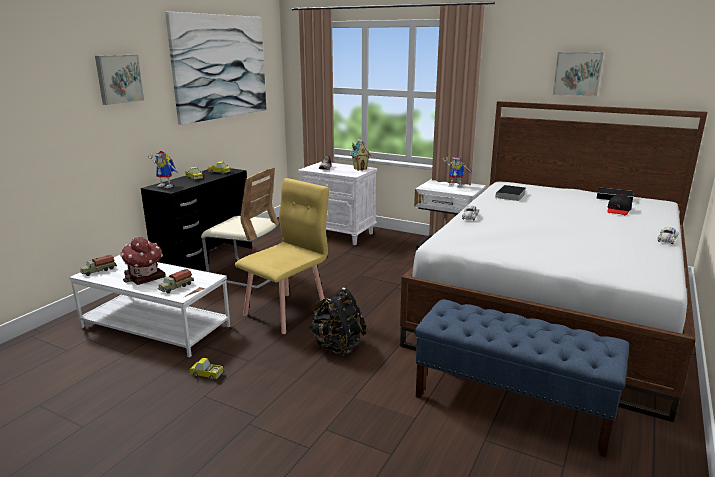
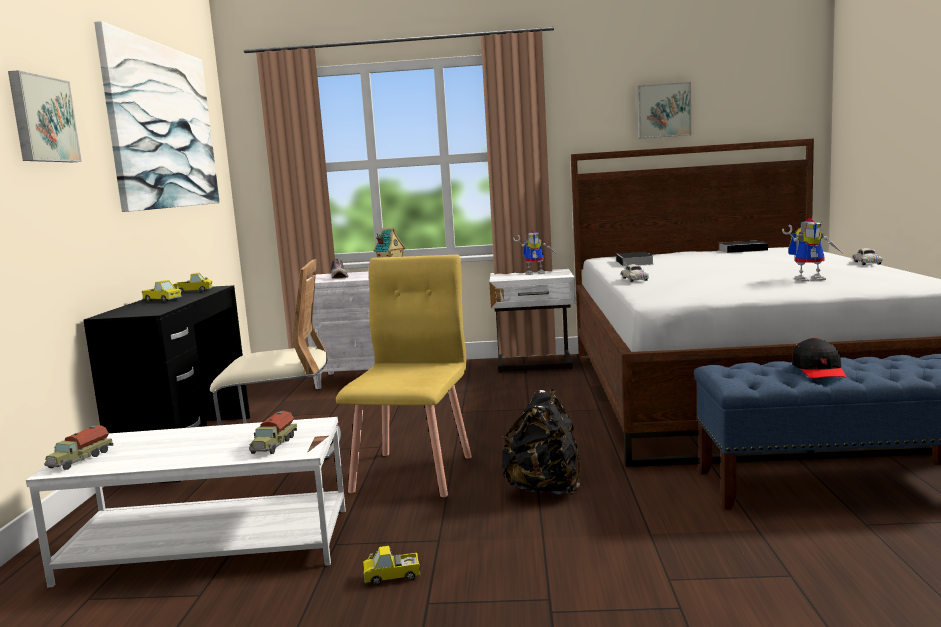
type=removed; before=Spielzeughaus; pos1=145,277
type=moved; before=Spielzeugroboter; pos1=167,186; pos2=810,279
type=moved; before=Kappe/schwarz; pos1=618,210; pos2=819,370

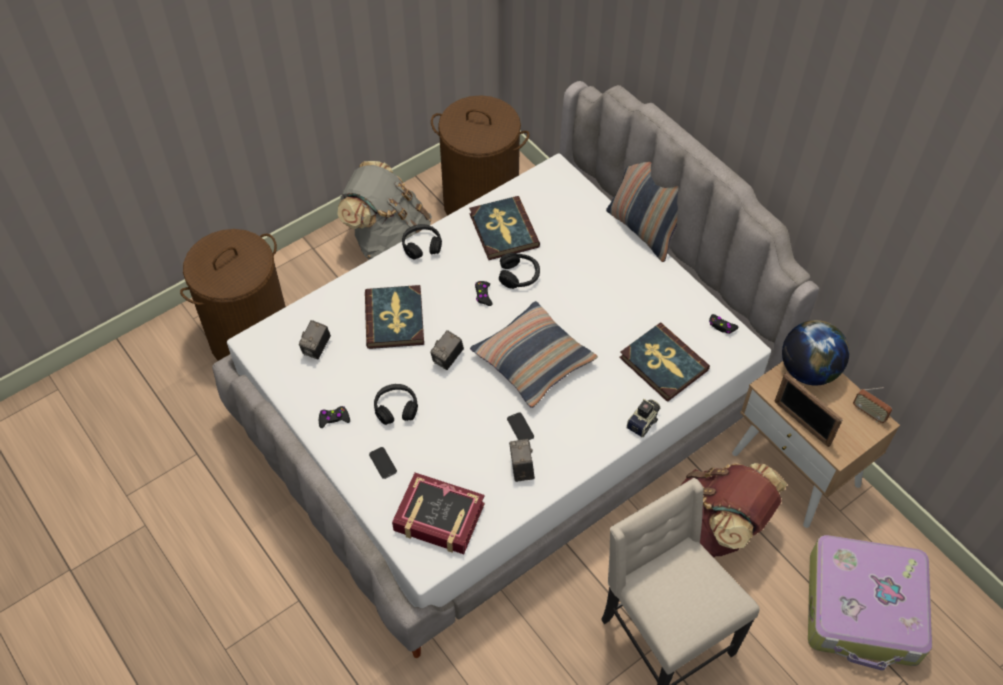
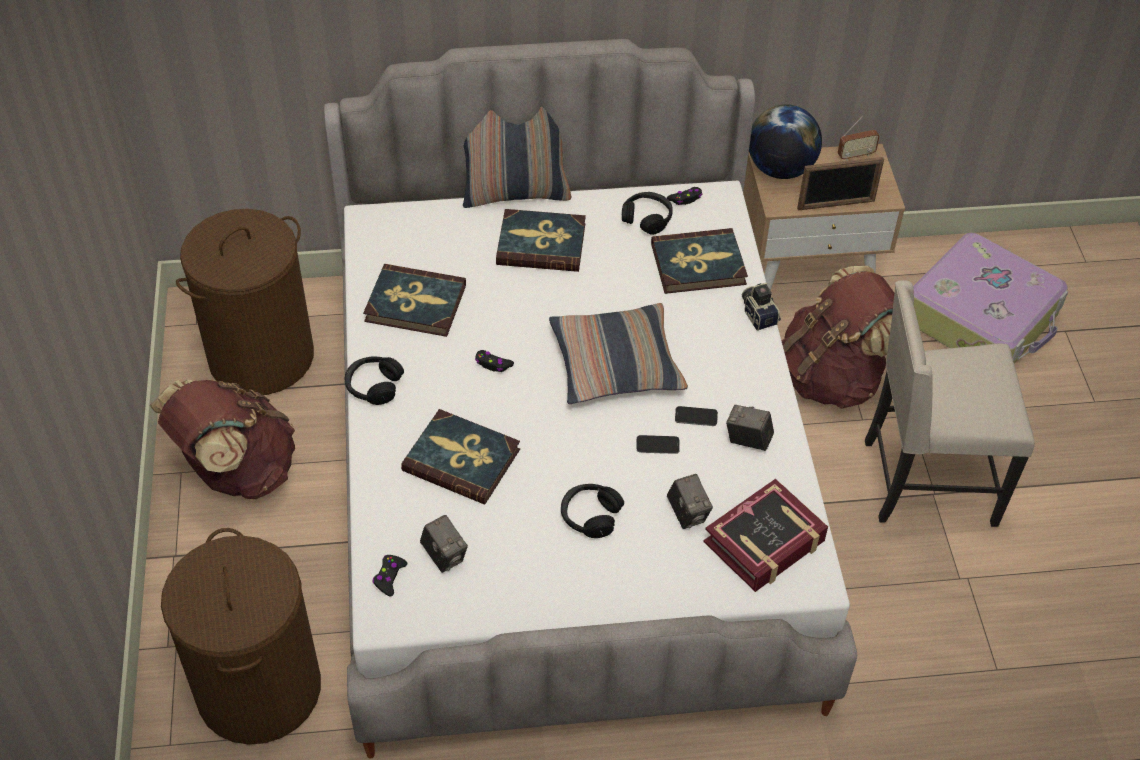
type=added; after=Buch; pos2=541,244
type=moved; before=Gamepad/schwarz; pos1=334,419; pos2=389,577
type=moved; before=Handy; pos1=383,463; pos2=657,445
type=moved; before=Kamera; pos1=447,359; pos2=687,513
type=moved; before=Kopfhörer/schwarz; pos1=519,275; pos2=647,218
type=recoloured; before=Rucksack/grau; after=Rucksack/braun; pos1=389,241; pos2=237,471

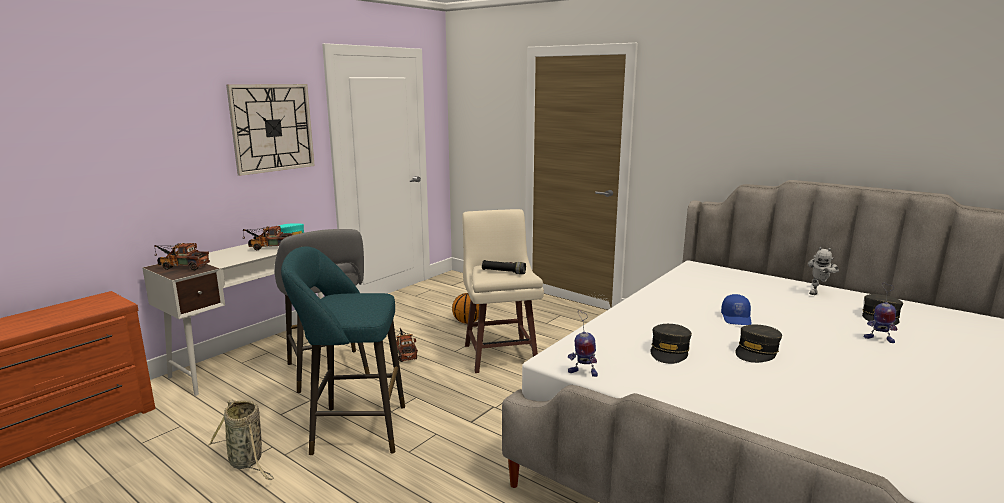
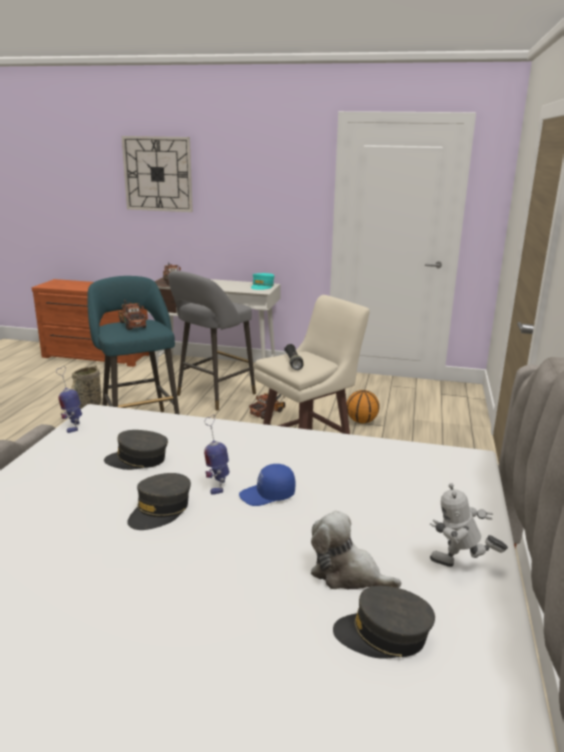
type=added; after=Plüschtier; pos2=347,574
type=moved; before=Wanduhr; pos1=272,128; pos2=158,174
type=moved; before=Spielzeuglaster; pos1=268,247; pos2=131,324
type=moved; before=Spielzeugroboter; pos1=878,339; pos2=217,485
type=turned; before=Kappe/grau; pos1=756,352; pos2=160,510; turn=-75

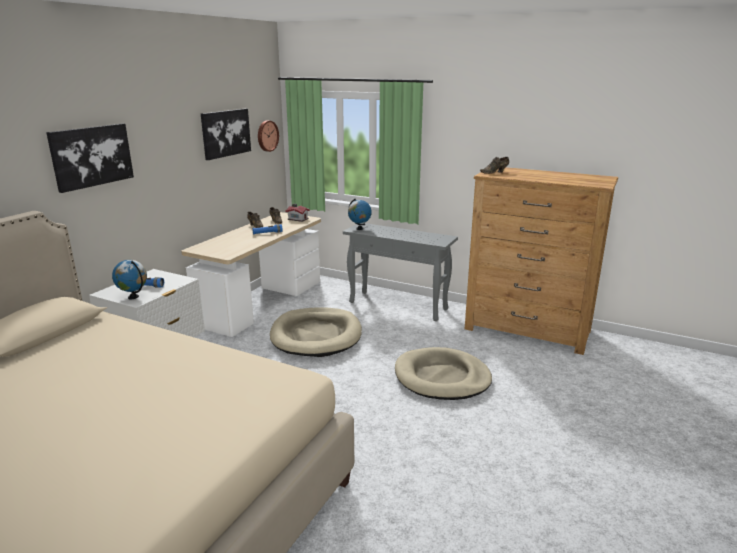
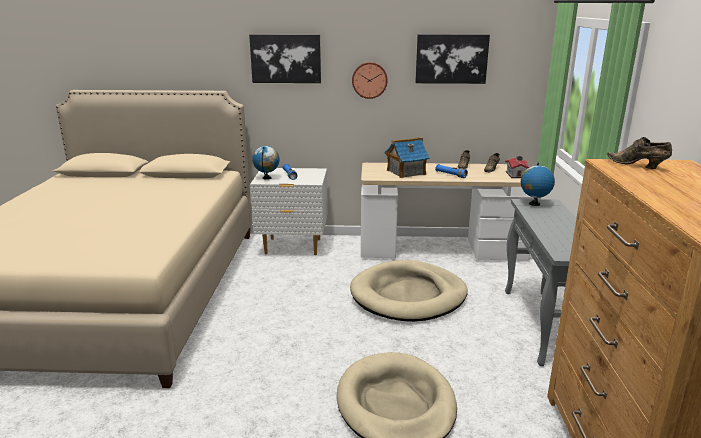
type=added; after=Spielzeughaus; pos2=405,172
type=moved; before=Wanduhr; pos1=267,136; pos2=369,80

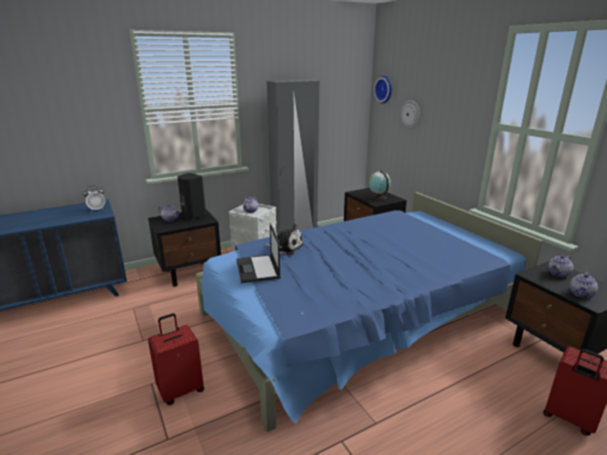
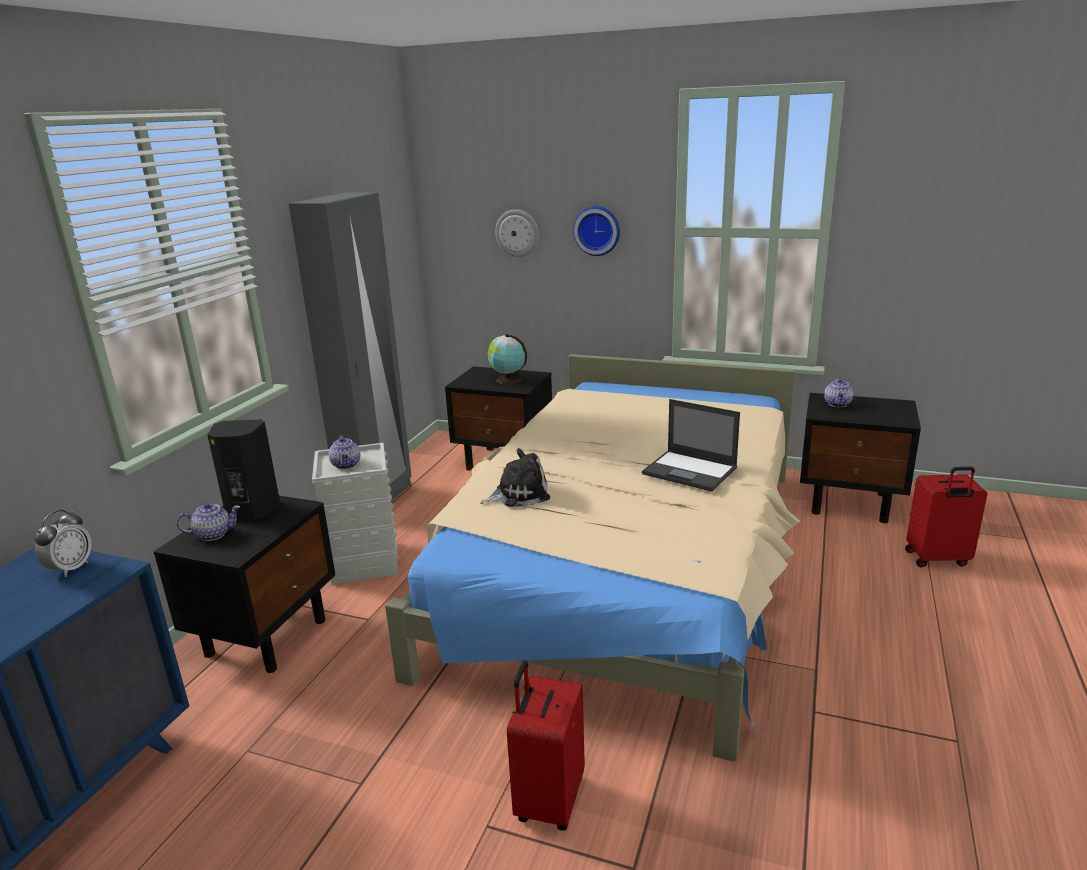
type=removed; before=Teekanne; pos1=581,294
type=moved; before=Laptop; pos1=258,269; pos2=690,471
type=moved; before=Wanduhr; pos1=384,89; pos2=597,230
type=recoloured; before=Bett/blau; after=Bett/beige; pos1=358,316; pos2=628,564

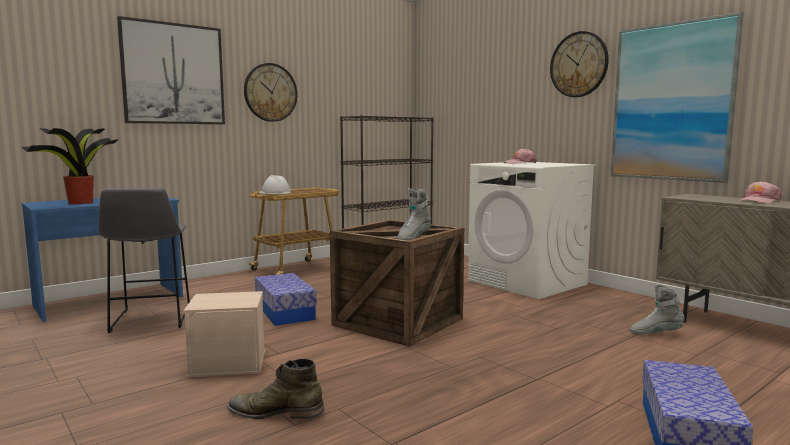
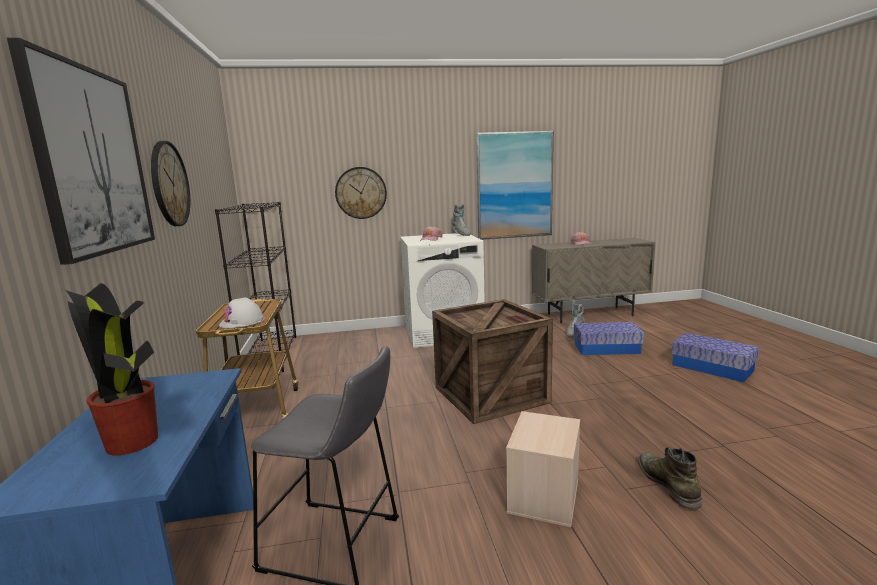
type=moved; before=Aufbewahrungsbox; pos1=285,311; pos2=606,348
type=moved; before=Stiefel/grau; pos1=413,238; pos2=461,234
type=moved; before=Wanduhr; pos1=579,64; pos2=361,193
type=turned; before=Stiefel/grün; pos1=276,412; pos2=667,483; turn=135

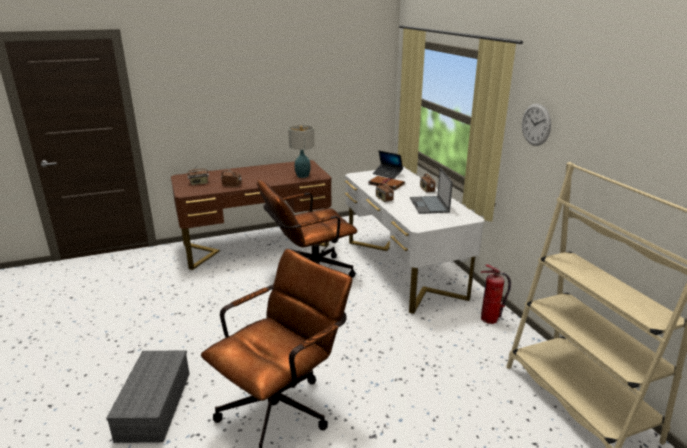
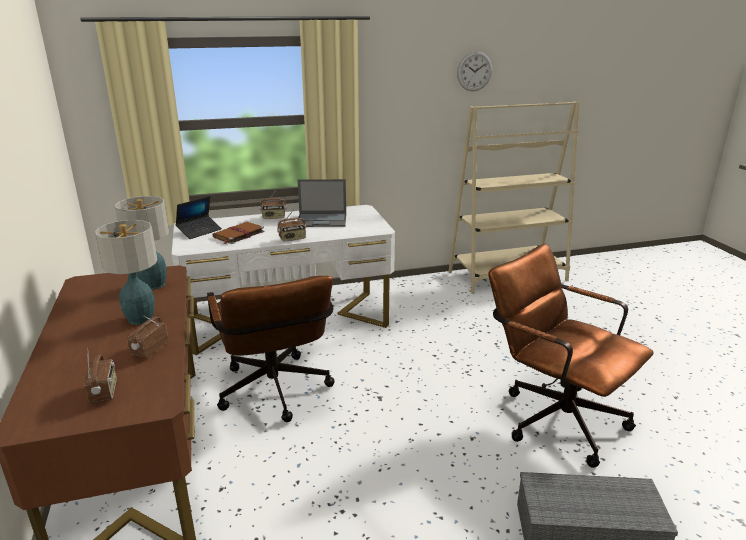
type=removed; before=Feuerlöscher; pos1=489,319
type=added; after=Tischlampe; pos2=139,319
type=moved; before=Wanduhr; pos1=536,124; pos2=474,71

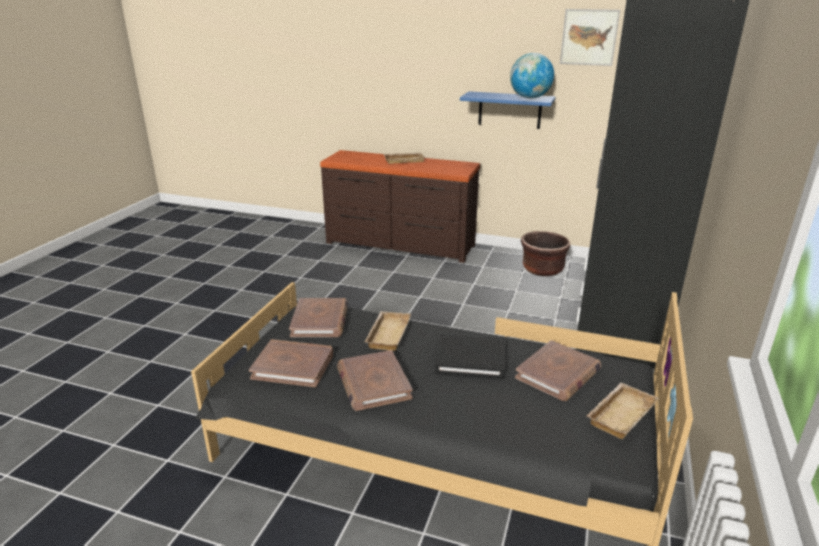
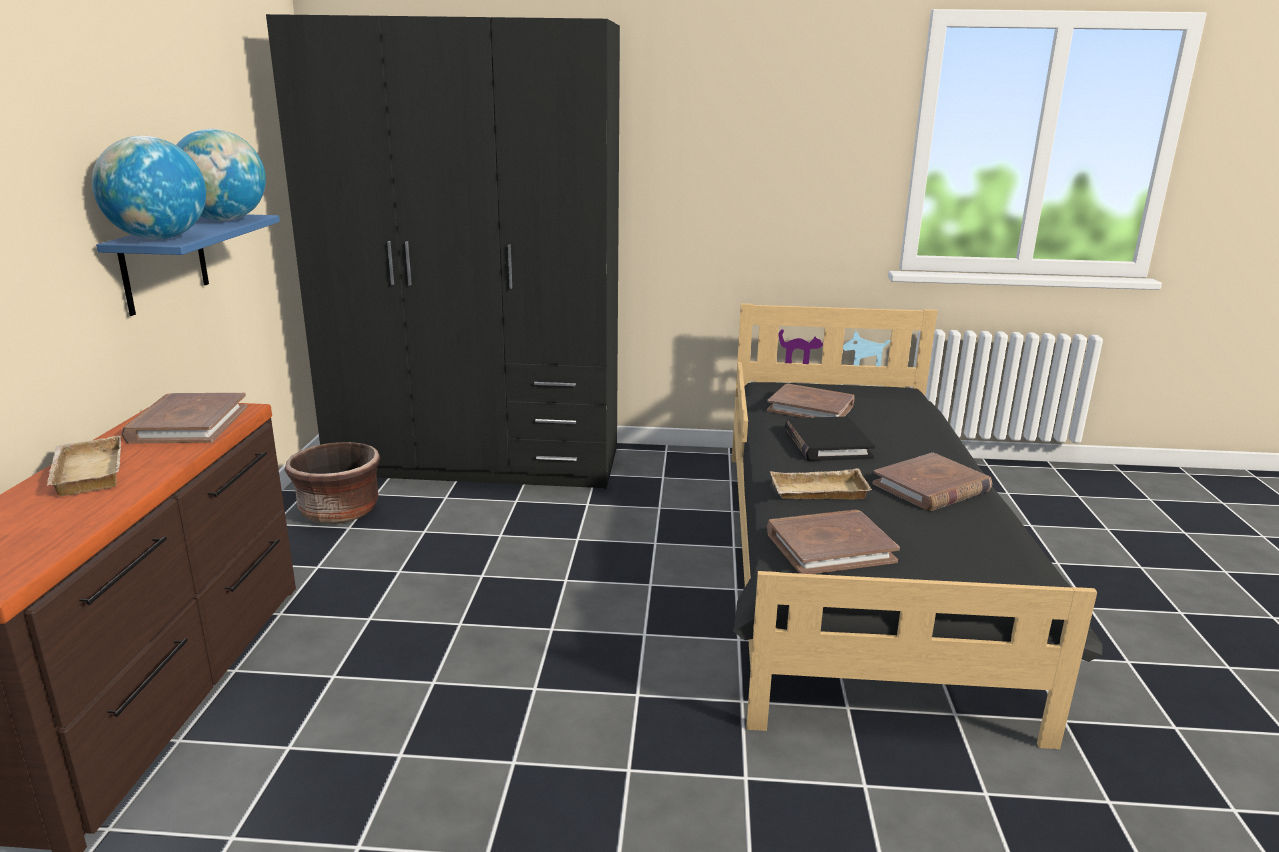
type=removed; before=Bild; pos1=589,37
type=removed; before=Tablett/beige; pos1=619,413
type=added; after=Globus; pos2=159,238
type=moved; before=Buch/braun; pos1=293,366; pos2=188,424

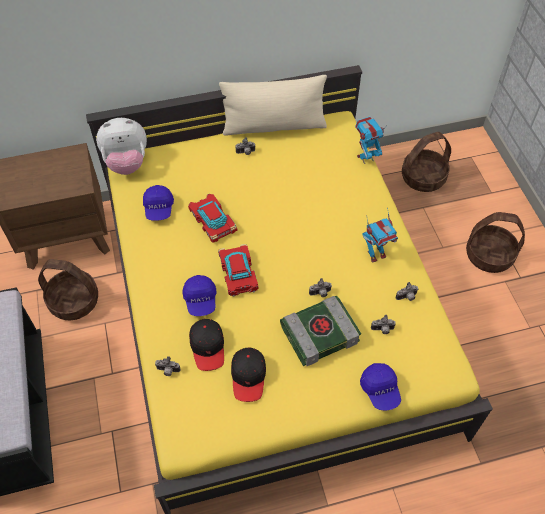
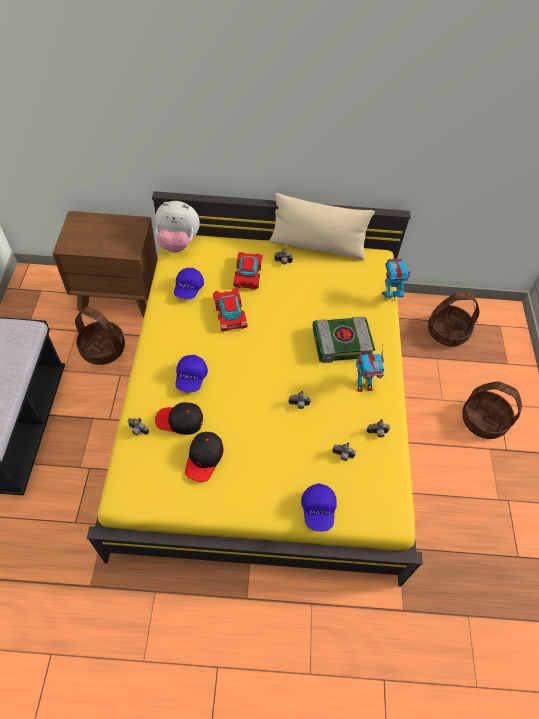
type=moved; before=Spielzeugauto; pos1=237,273; pos2=247,273
type=moved; before=Buch; pos1=320,333; pos2=342,342
type=turned; before=Kappe/schwarz; pos1=208,347; pos2=180,421; turn=90

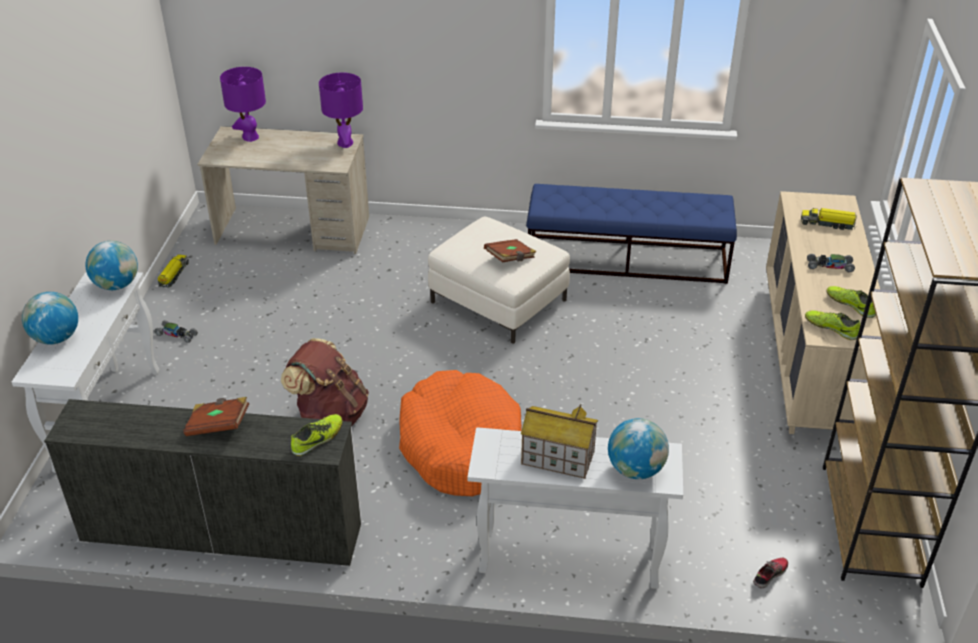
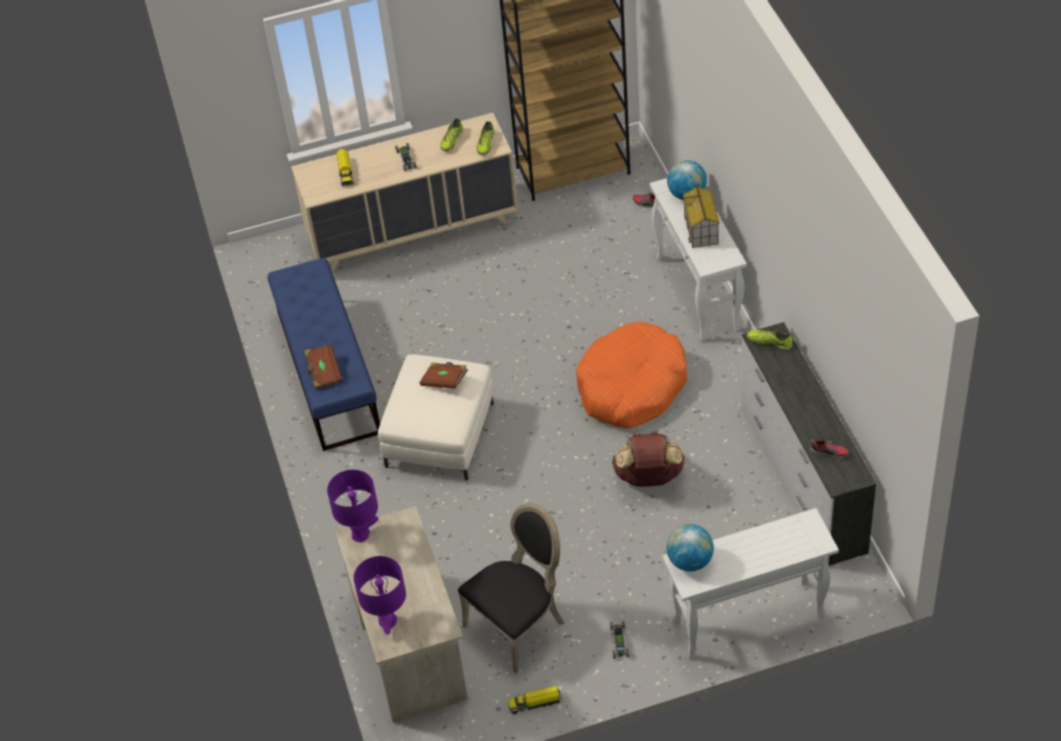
type=removed; before=Globus; pos1=56,338
type=added; after=Stuhl/schwarz; pos2=519,624
type=added; after=Schuh; pos2=829,452
type=moved; before=Buch/braun; pos1=218,425; pos2=323,372

